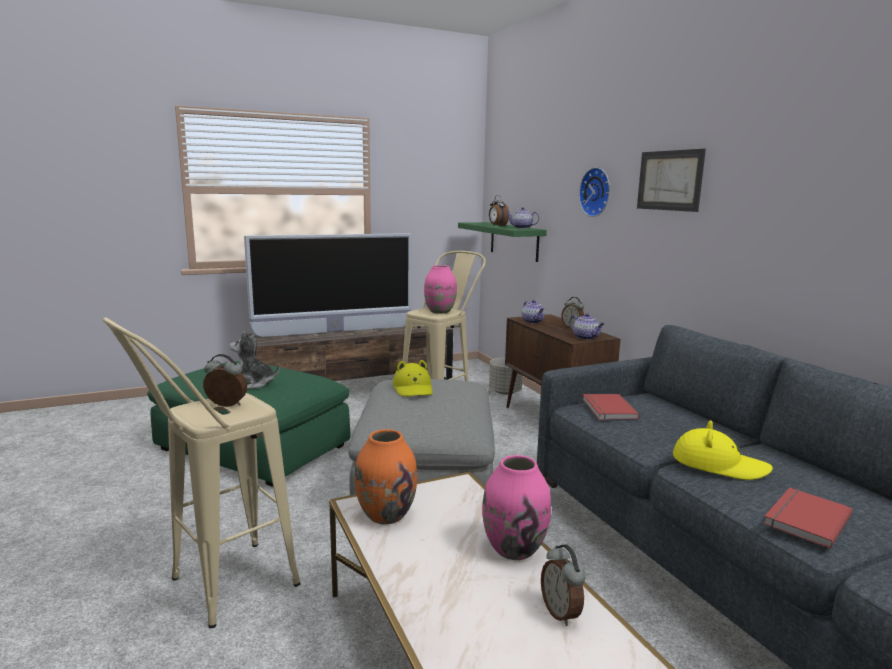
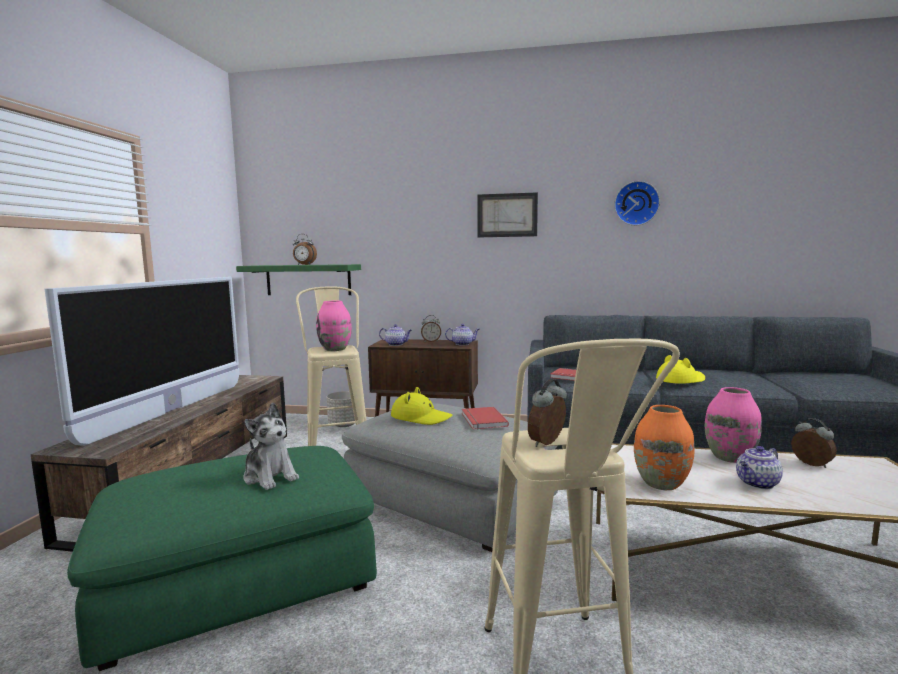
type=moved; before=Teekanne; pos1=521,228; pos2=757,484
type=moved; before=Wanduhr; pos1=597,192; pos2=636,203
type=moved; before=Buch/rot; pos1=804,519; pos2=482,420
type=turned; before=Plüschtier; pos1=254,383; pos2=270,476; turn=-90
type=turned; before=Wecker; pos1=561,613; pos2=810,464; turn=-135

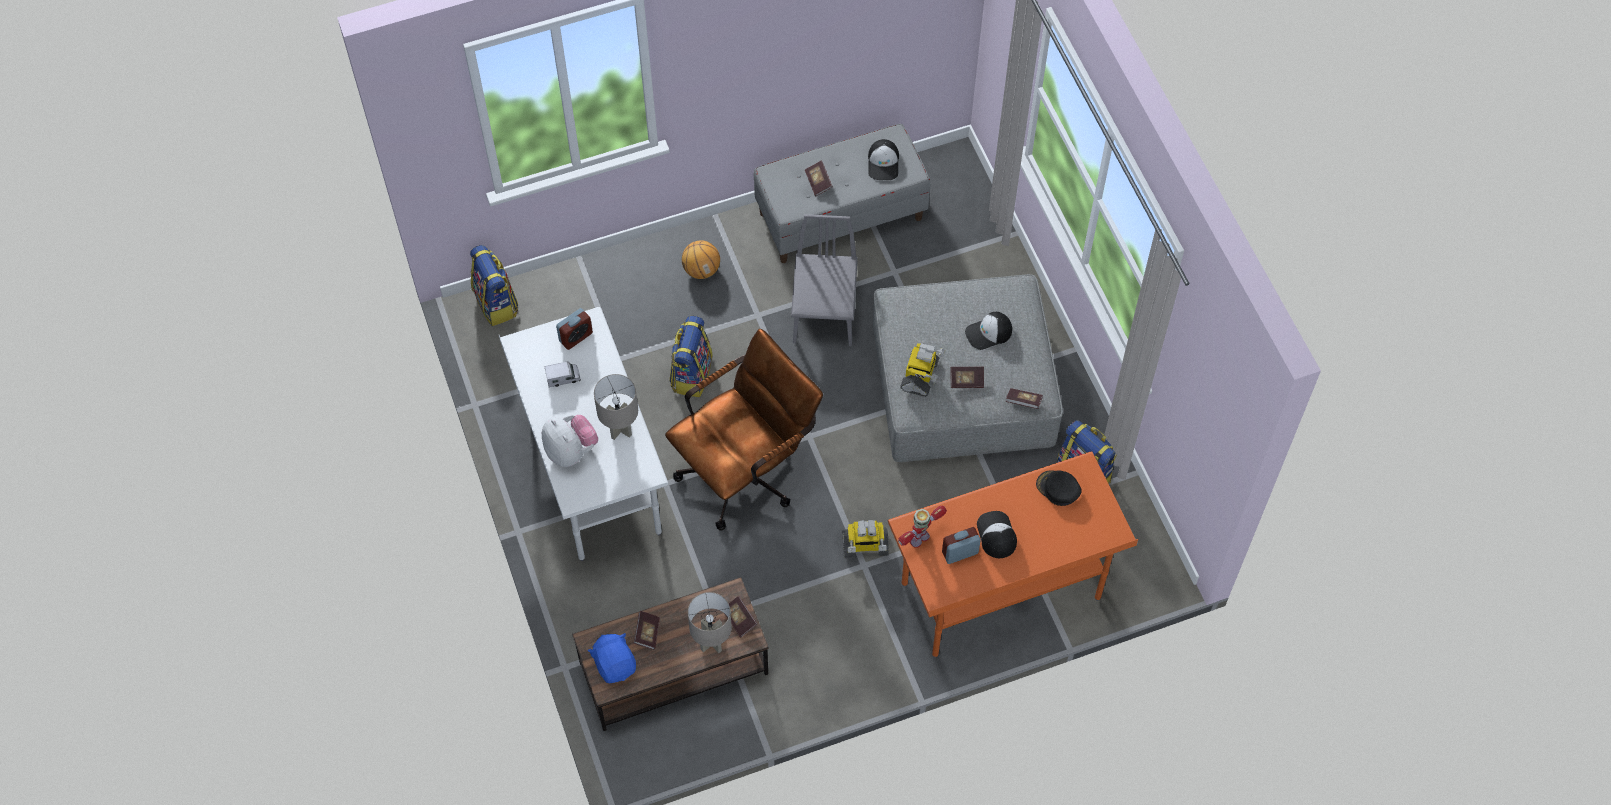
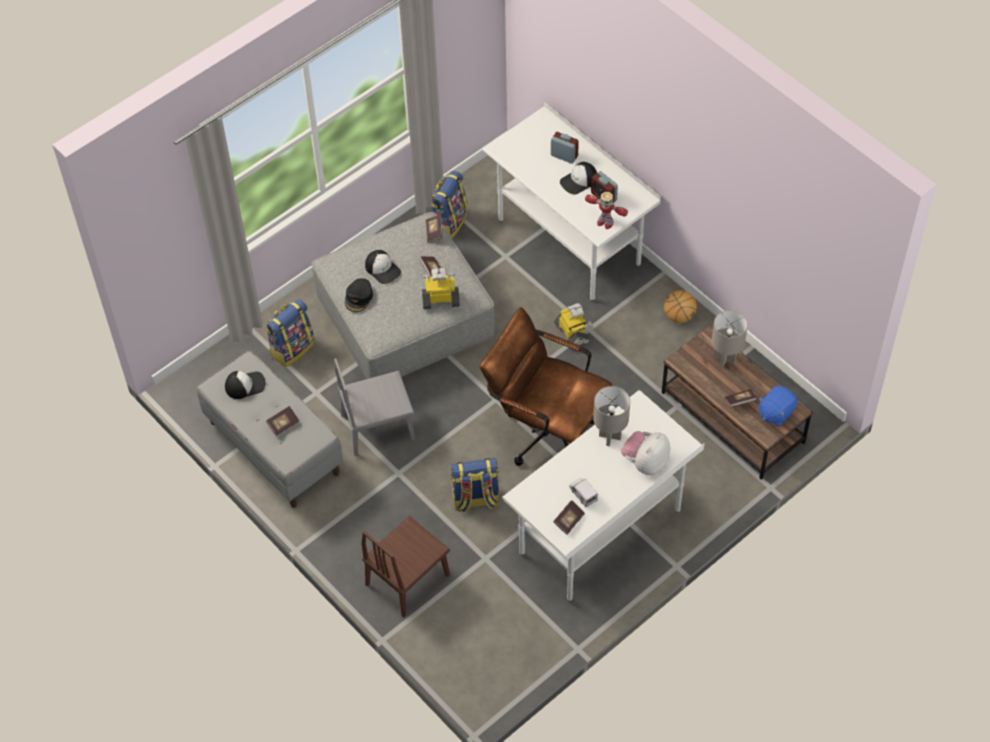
type=added; after=Stuhl/braun; pos2=407,579
type=moved; before=Rucksack; pos1=496,303; pos2=292,348
type=moved; before=Wecker; pos1=575,337; pos2=564,156
type=moved; before=Basketball; pos1=701,270; pos2=679,316
type=moved; before=Buch; pos1=739,620; pos2=569,521
type=moved; before=Kappe/schwarz; pos1=1058,489; pos2=359,297
type=recoloured; before=Schreibtisch/orange; after=Schreibtisch/weiß; pos1=1001,592; pos2=569,243

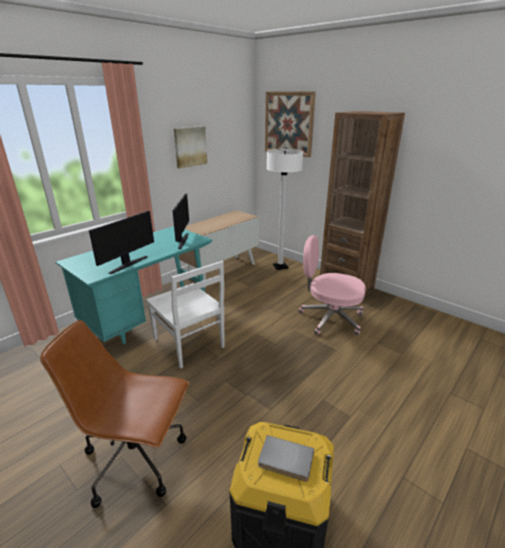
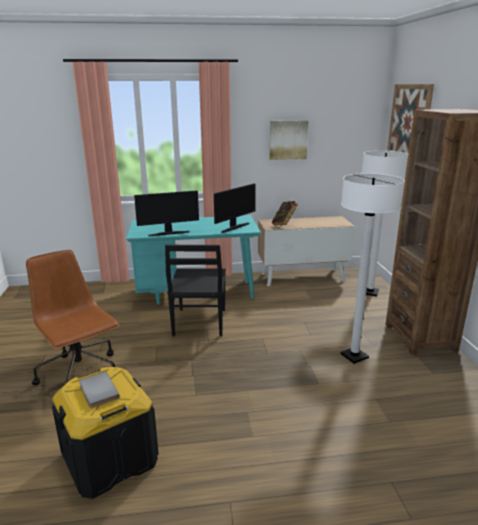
type=added; after=Buch; pos2=284,225
type=replaced; before=Bürostuhl/rosa; after=Stehlampe/weiß; pos1=330,318; pos2=354,356
type=recoloured; before=Stuhl/weiß; after=Stuhl/schwarz; pos1=189,344; pos2=199,323

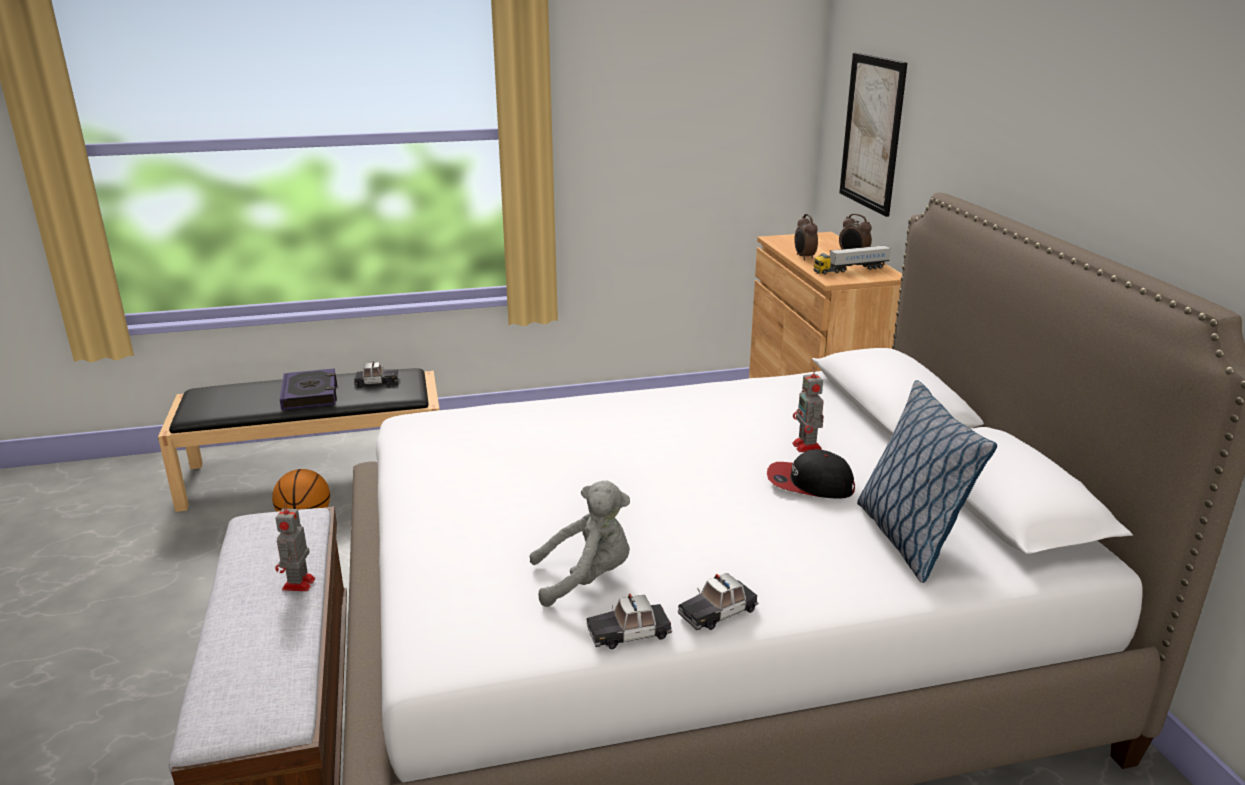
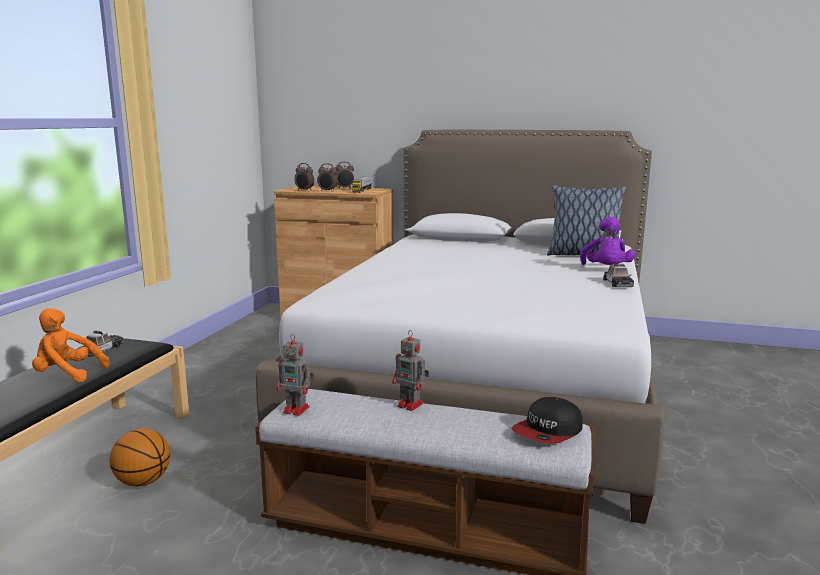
type=removed; before=Plüschtier/grau; pos1=586,578
type=removed; before=Spielzeugauto; pos1=629,632
type=removed; before=Bild; pos1=872,133
type=added; after=Wecker; pos2=304,190
type=added; after=Plüschtier/lila; pos2=606,270
type=moved; before=Kappe; pos1=809,484; pos2=548,431
type=moved; before=Spielzeugroboter; pos1=807,447; pos2=297,410
type=replaced; before=Buch; after=Plüschtier/orange; pos1=310,394; pos2=67,374

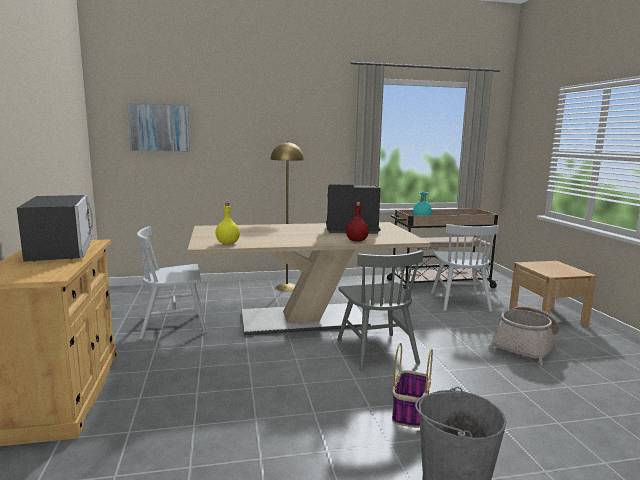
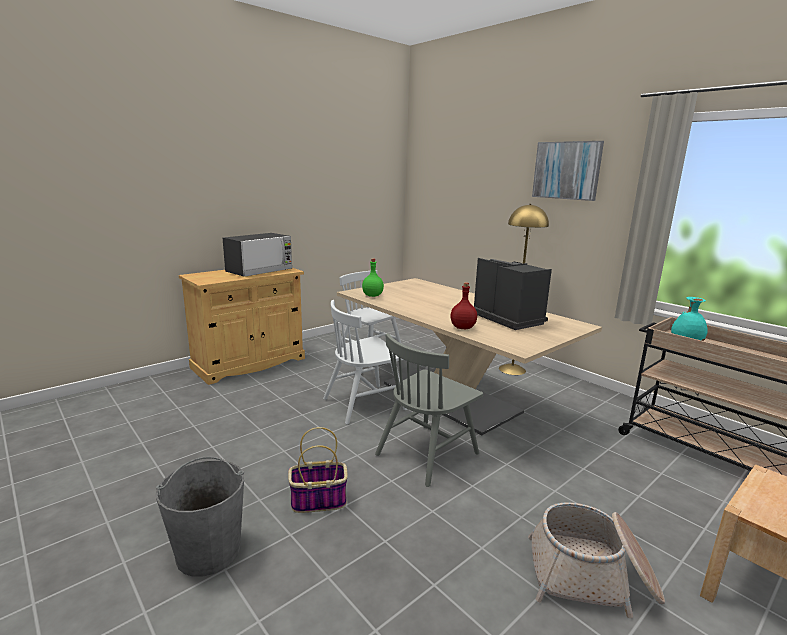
type=moved; before=Bild; pos1=159,127; pos2=566,170
type=moved; before=Stuhl/weiß; pos1=460,302; pos2=364,404
type=recoloured; before=Flasche/gelb; after=Flasche/grün; pos1=228,243; pos2=372,296

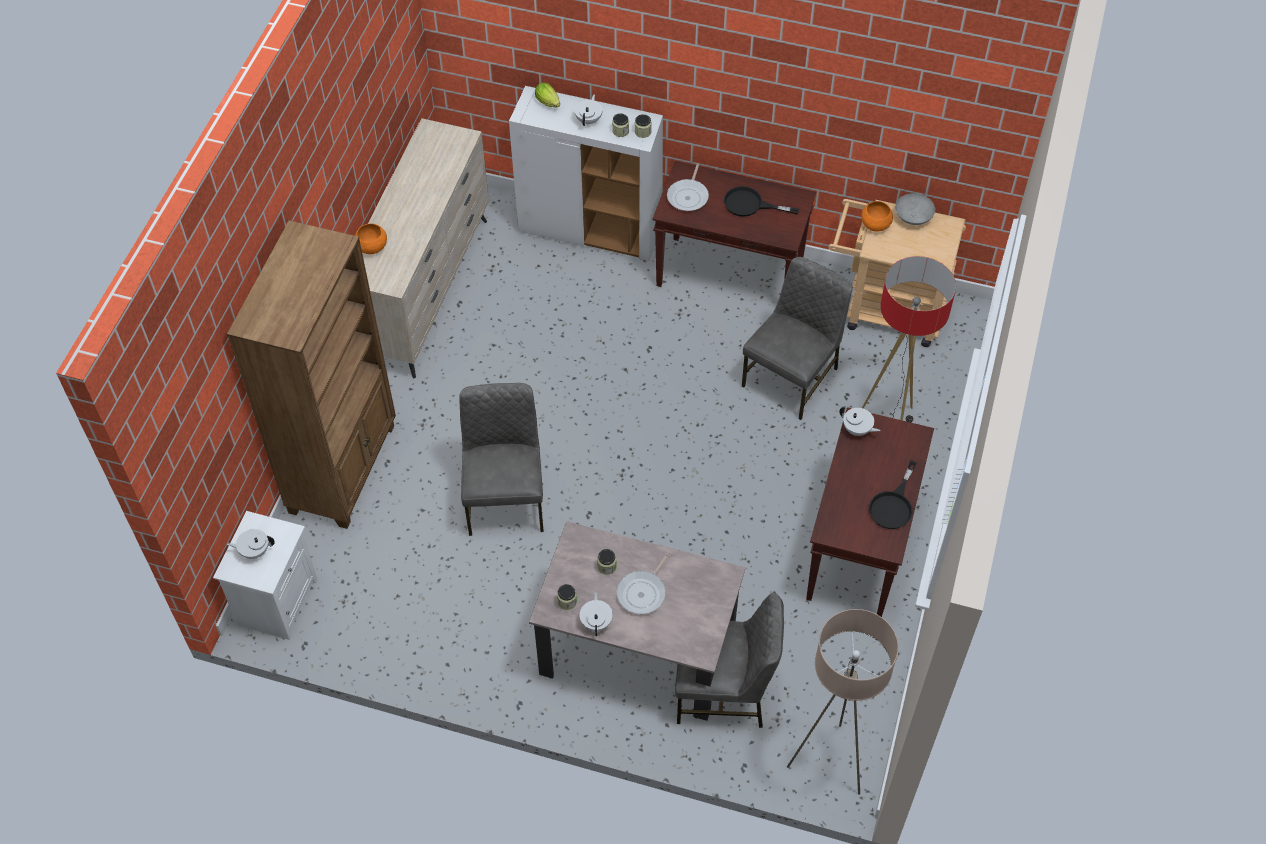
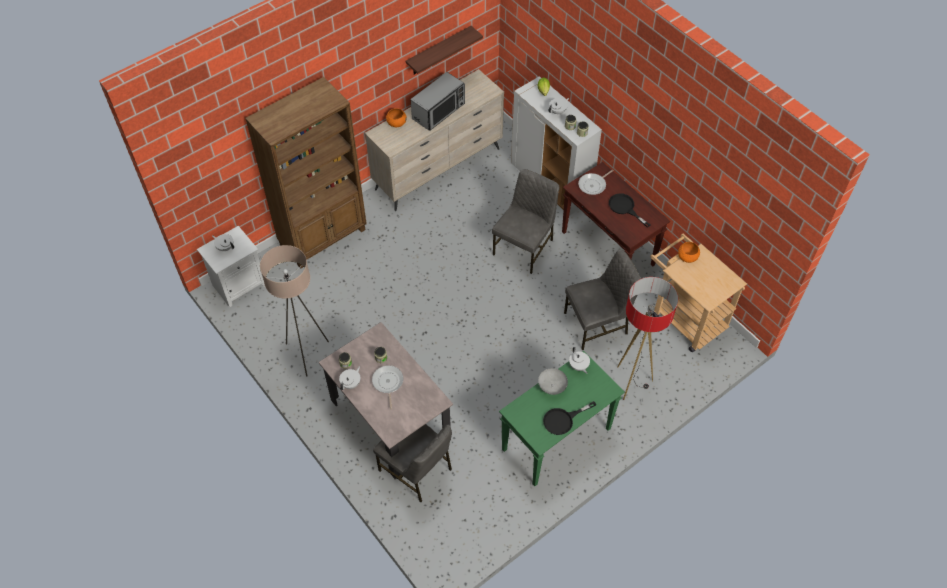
type=added; after=Wandregal; pos2=439,51
type=added; after=Mikrowelle; pos2=439,111
type=moved; before=Stuhl/grau; pos1=506,498; pos2=524,247
type=moved; before=Stehlampe/beige; pos1=829,762; pos2=307,354
type=moved; before=Schüssel/grau; pos1=913,218; pos2=551,387
type=recoloured; before=Konsolentisch/braun; after=Konsolentisch/grün; pos1=860,548; pos2=556,440
type=turned; before=Pfanne; pos1=643,592; pos2=388,383; turn=105

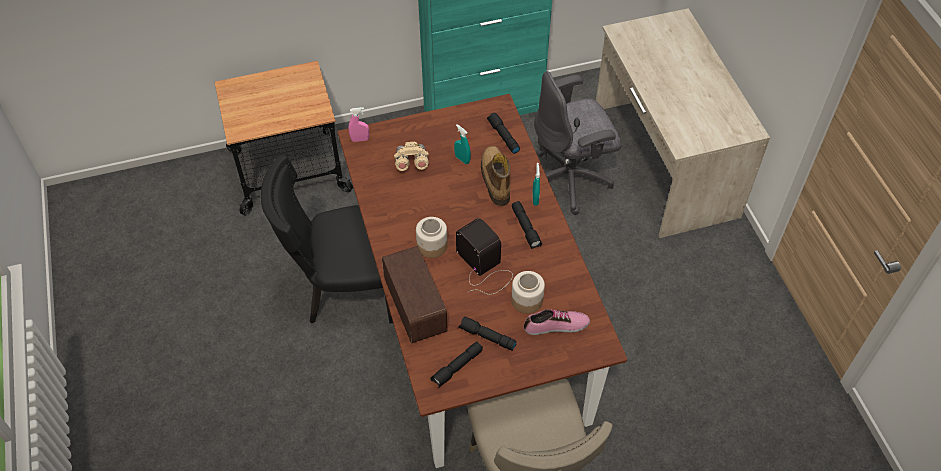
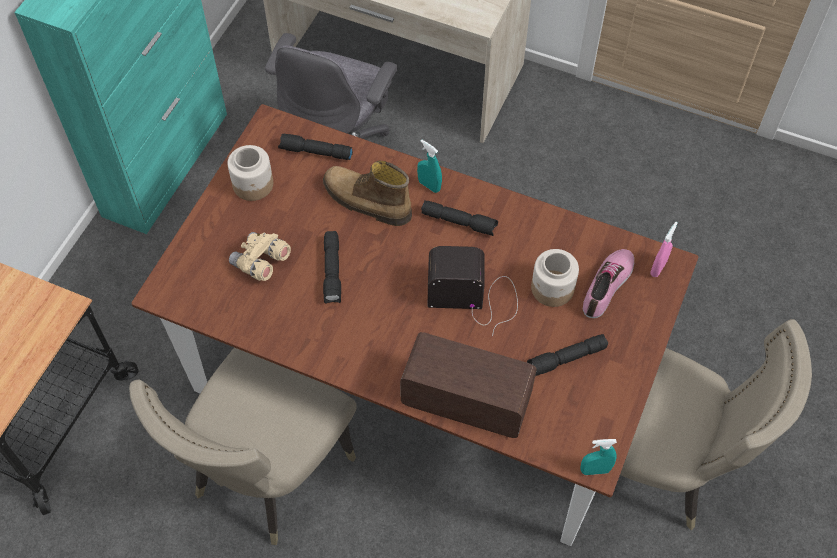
type=moved; before=Sprühflasche/rosa; pos1=360,139; pos2=658,268
type=moved; before=Vorratsglas; pos1=432,246; pos2=253,185
type=moved; before=Taschenlampe/schwarz; pos1=457,368; pos2=333,272
type=moved; before=Sprühflasche/türkis; pos1=462,159; pos2=595,470
type=recoloured; before=Stuhl/schwarz; after=Stuhl/beige; pos1=345,290; pos2=266,476

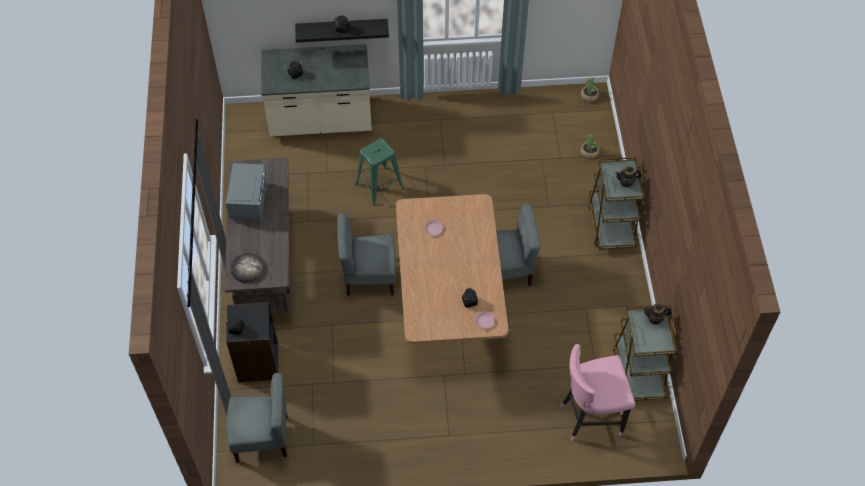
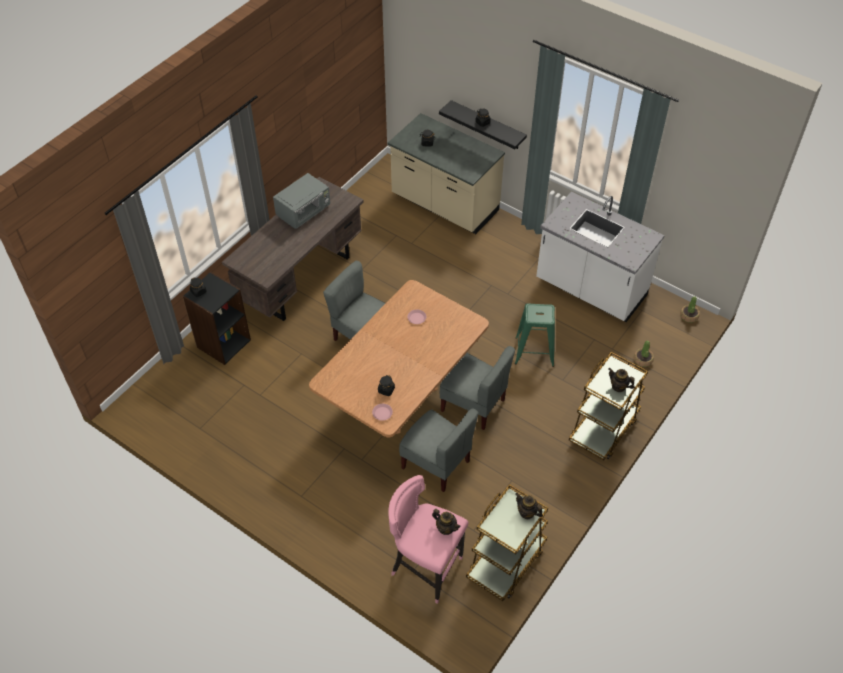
type=removed; before=Brot; pos1=247,268
type=added; after=Teekanne; pos2=446,528
type=added; after=Küchenzeile/weiß; pos2=590,289
type=moved; before=Stuhl/grau; pos1=262,438; pos2=436,464
type=moved; before=Hocker/grün; pos1=379,186; pos2=534,351

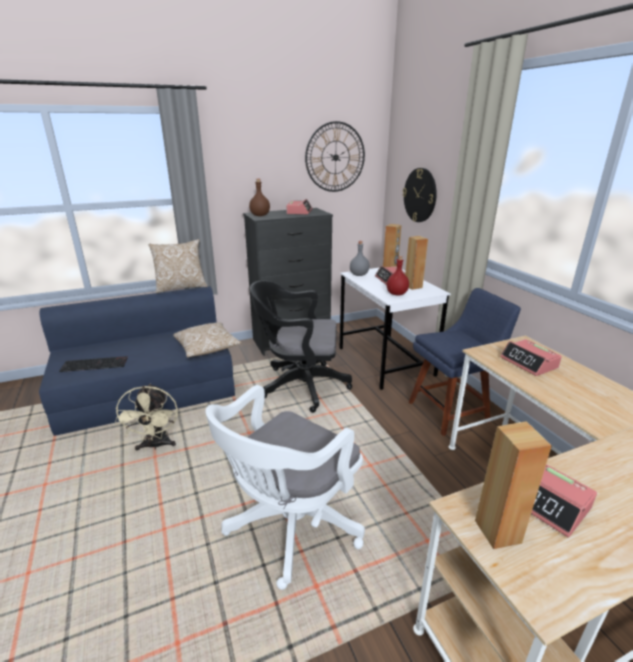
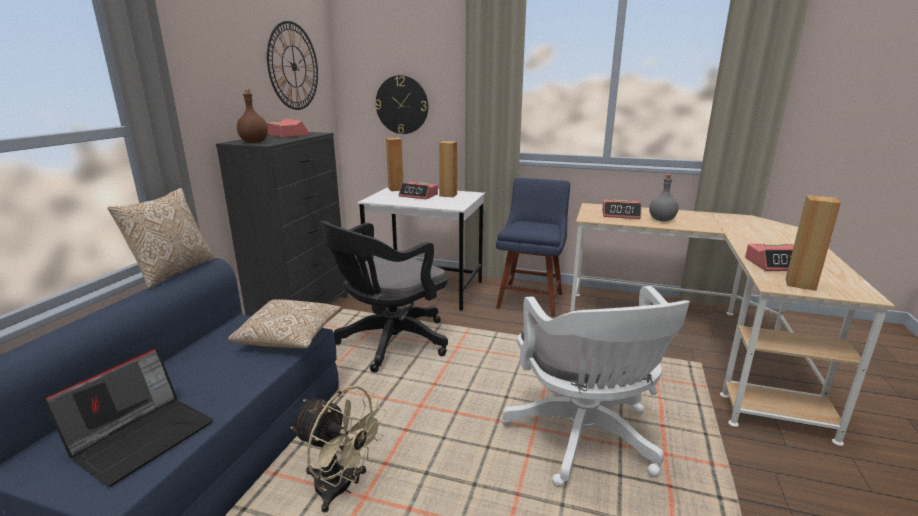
type=removed; before=Flasche/rot; pos1=397,294
type=moved; before=Flasche/grau; pos1=358,275; pos2=661,220
type=replaced; before=Tastatur; after=Laptop; pos1=95,364; pos2=143,436

